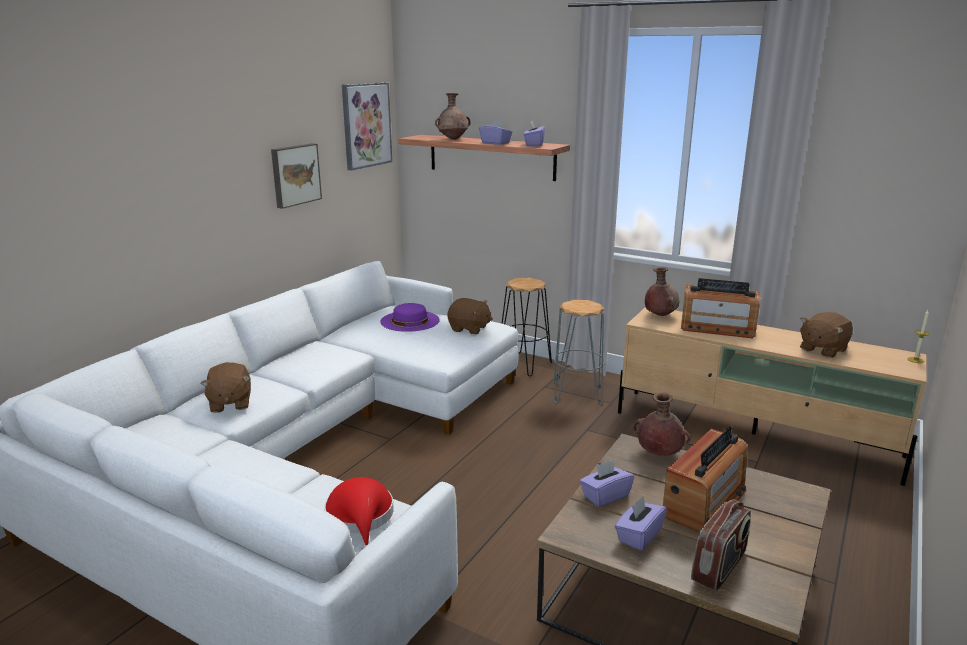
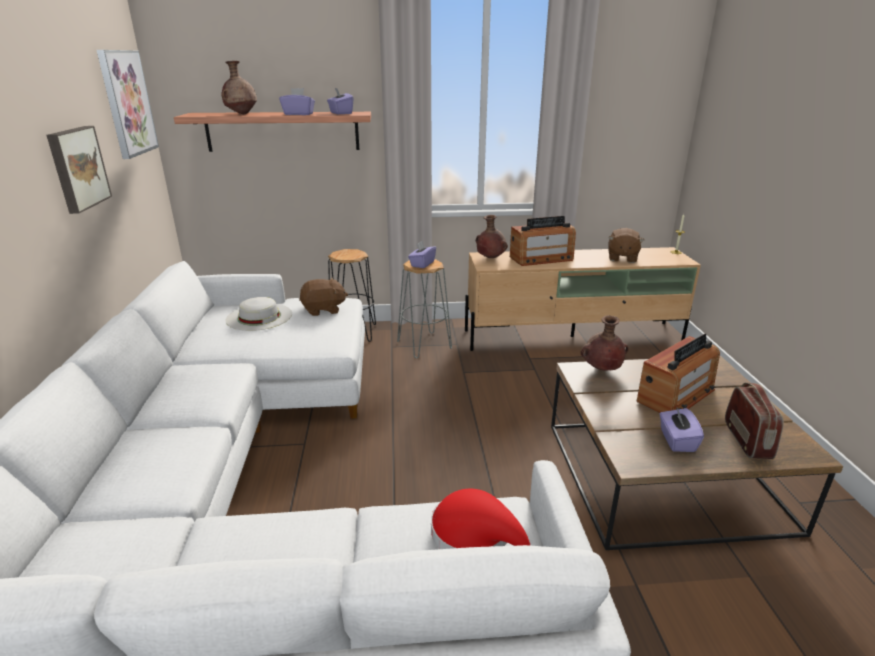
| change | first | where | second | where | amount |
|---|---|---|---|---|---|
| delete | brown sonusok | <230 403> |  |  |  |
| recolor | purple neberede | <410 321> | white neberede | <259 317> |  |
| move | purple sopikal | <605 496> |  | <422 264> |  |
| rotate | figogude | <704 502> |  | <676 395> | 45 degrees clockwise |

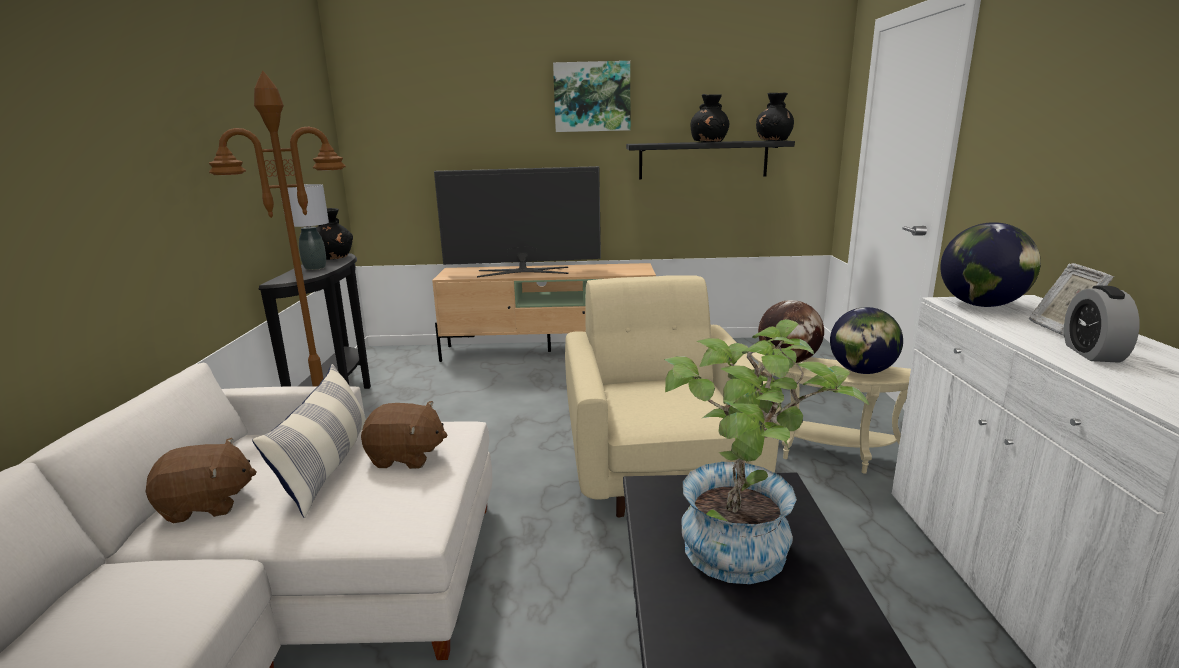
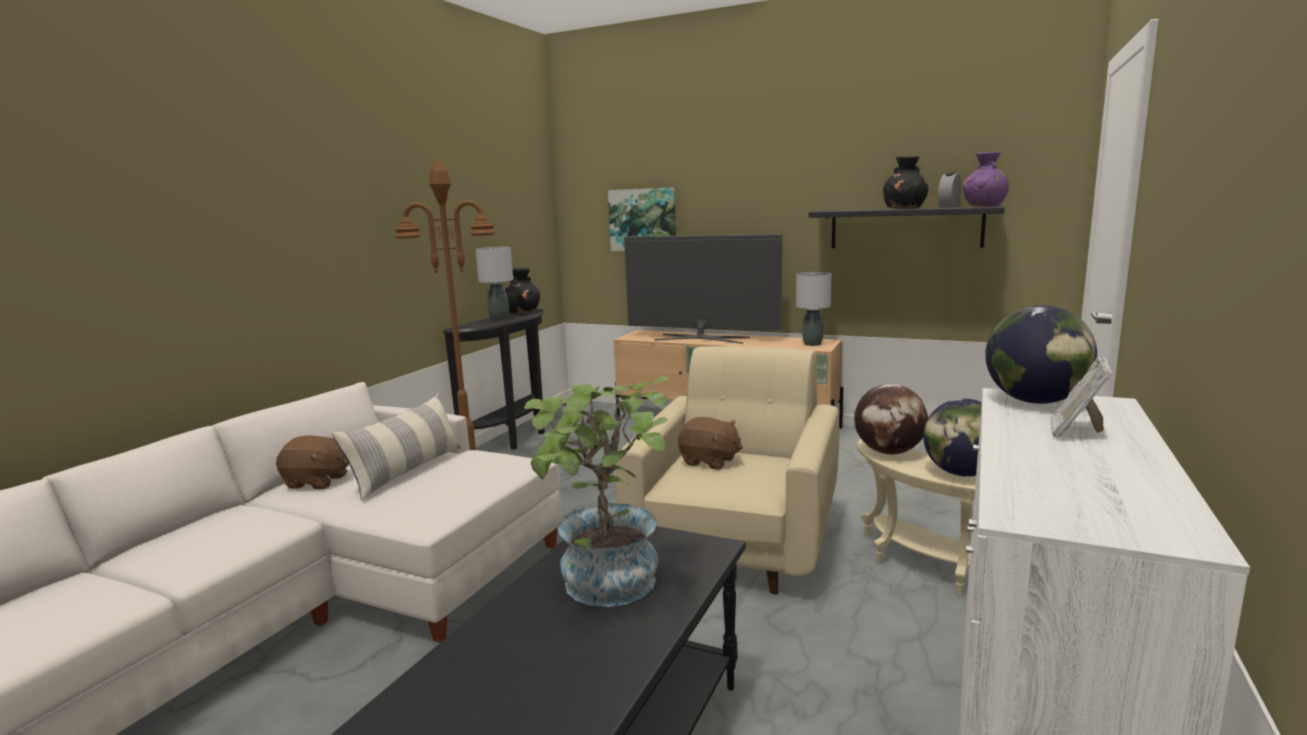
| change | first | where | second | where | amount |
|---|---|---|---|---|---|
| move | brown sonusok | <406 457> |  | <709 461> |  |
| move | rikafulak | <592 97> |  | <643 220> |  |
| recolor | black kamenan | <774 140> | purple kamenan | <984 206> |  |
| move | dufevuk | <1092 353> |  | <949 207> |  |
| insert |  |  | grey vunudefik | <812 344> |  |

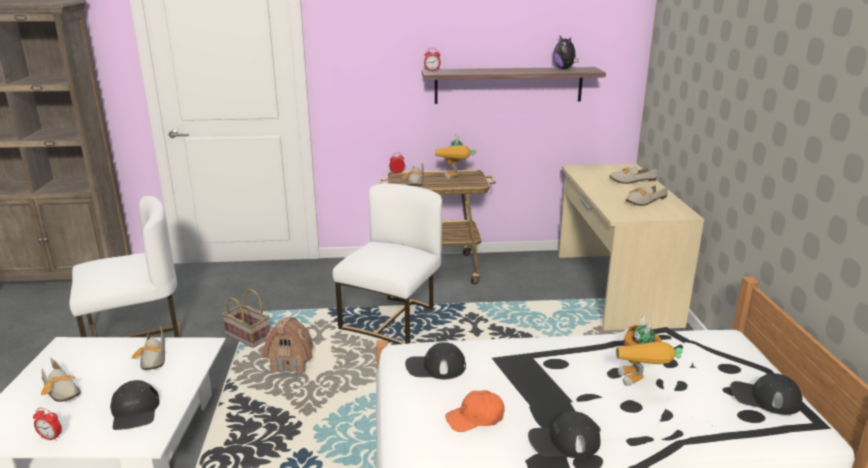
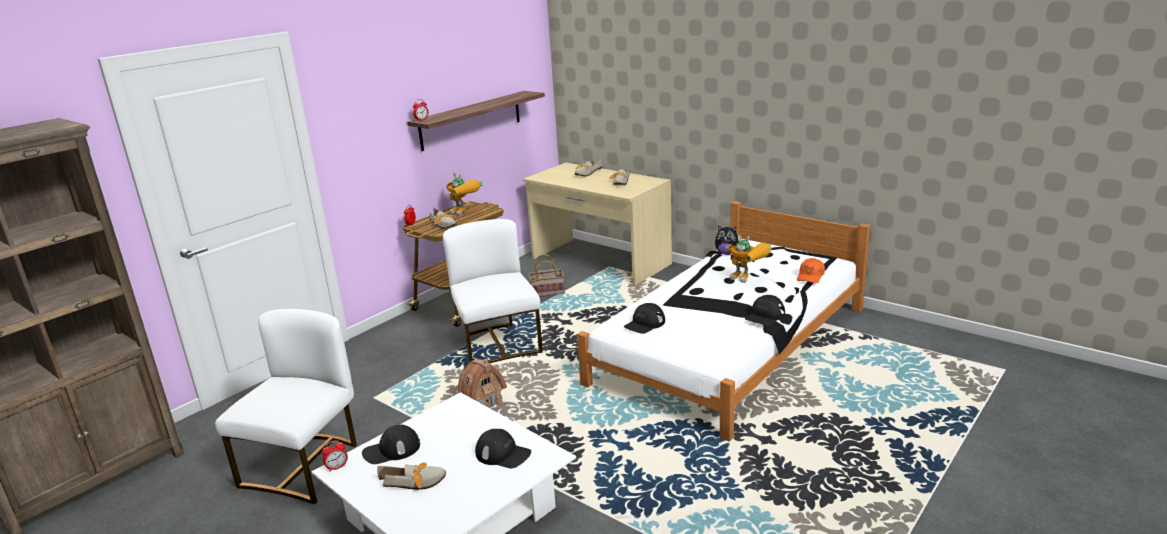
| change | first | where | second | where | amount |
|---|---|---|---|---|---|
| move | dufevuk | <51 437> |  | <337 467> |  |
| delete | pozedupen | <153 359> |  |  |  |
| move | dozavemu | <249 337> |  | <548 292> |  |
| move | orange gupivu | <475 418> |  | <810 276> |  |
| move | sonusok | <564 68> |  | <727 253> |  |
| move | black gupivu | <764 398> |  | <391 450> |  |

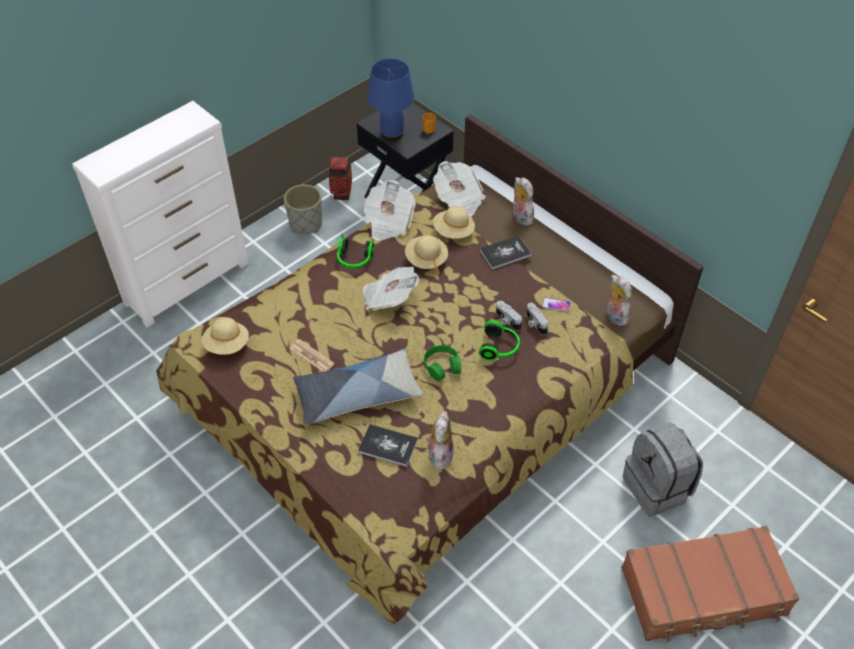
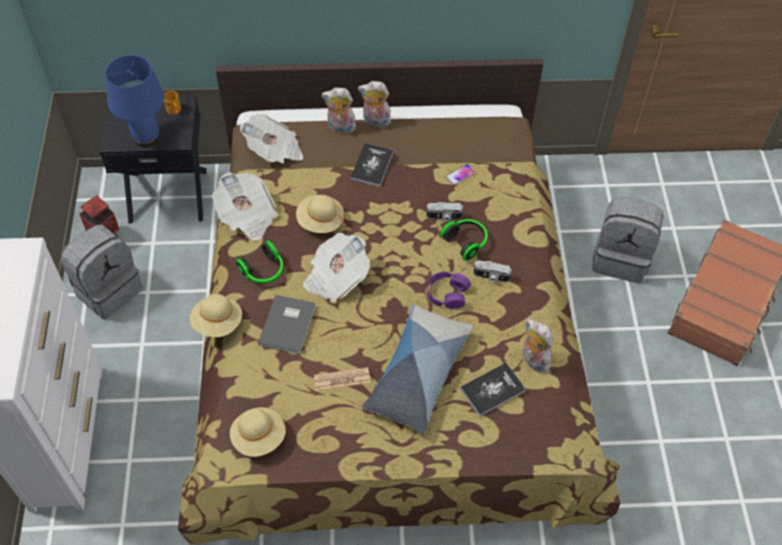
| change | first | where | second | where | amount |
|---|---|---|---|---|---|
| replace | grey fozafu | <306 224> | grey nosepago | <108 289> |  |
| recolor | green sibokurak | <442 366> | purple sibokurak | <447 293> |  |
| move | beige neberede | <453 231> |  | <217 323> |  |
| move | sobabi | <535 323> |  | <491 277> |  |
| move | sonusok | <614 315> |  | <375 121> |  |
| insert |  |  | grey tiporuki | <289 325> |  |

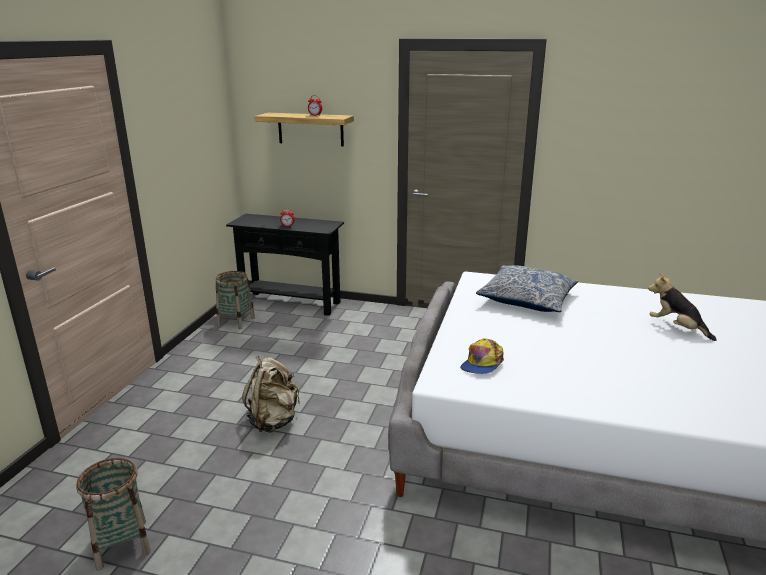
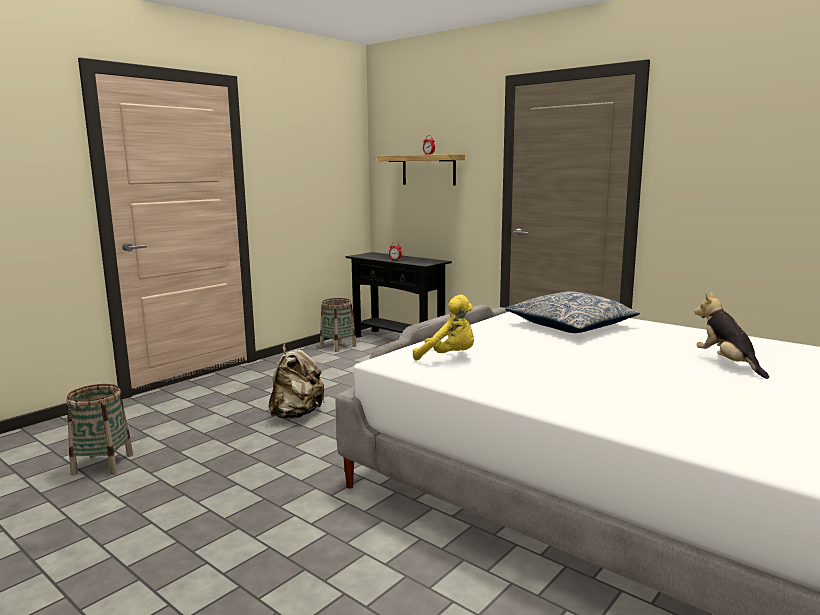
| change | first | where | second | where | amount |
|---|---|---|---|---|---|
| replace | gupivu | <482 363> | yellow sonusok | <449 357> |  |

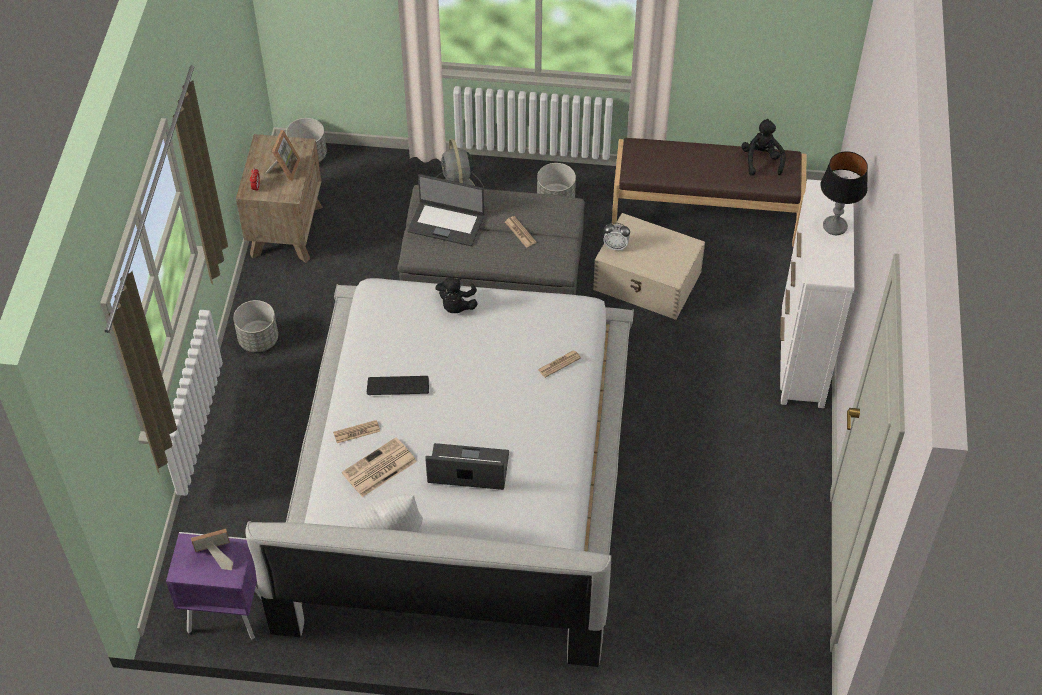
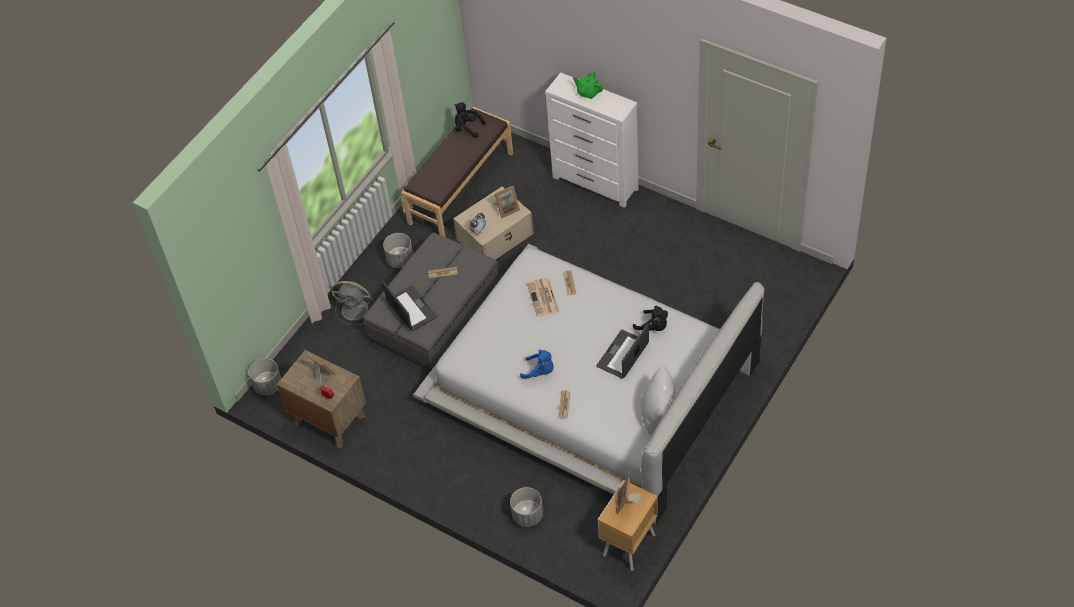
| change | first | where | second | where | amount |
|---|---|---|---|---|---|
| recolor | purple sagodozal | <224 613> | brown sagodozal | <627 546> |  |
| move | grey fozafu | <258 339> |  | <527 515> |  |
| move | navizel | <378 468> |  | <543 298> |  |
| replace | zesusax | <398 386> | blue sonusok | <540 371> |  |
| rotate | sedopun | <446 223> |  | <410 309> | 75 degrees counterclockwise |
| move | black sonusok | <456 306> |  | <653 327> |  |
| replace | vunudefik | <835 226> | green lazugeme | <588 92> |  |
| insert |  |  | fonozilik | <507 209> |  |

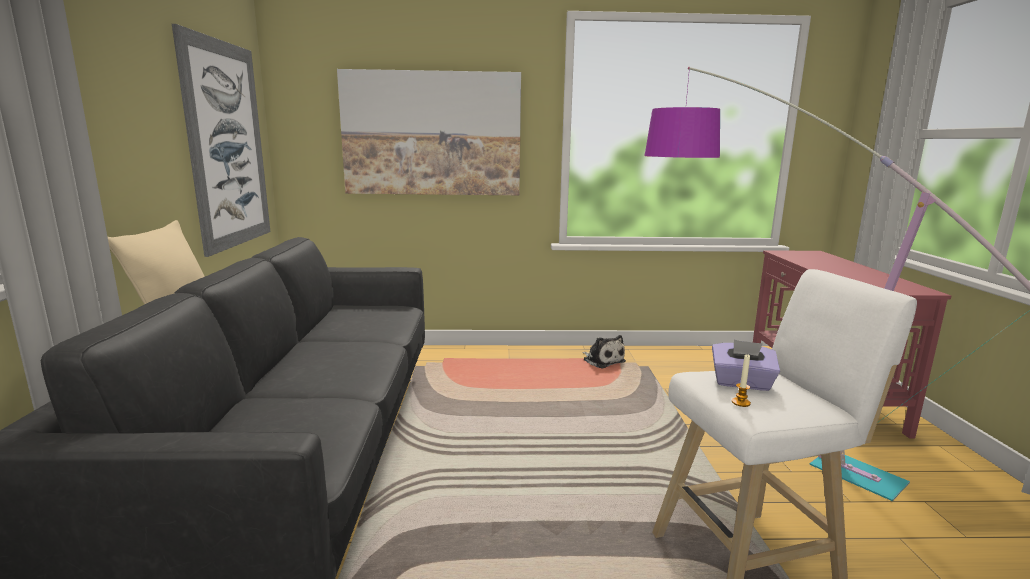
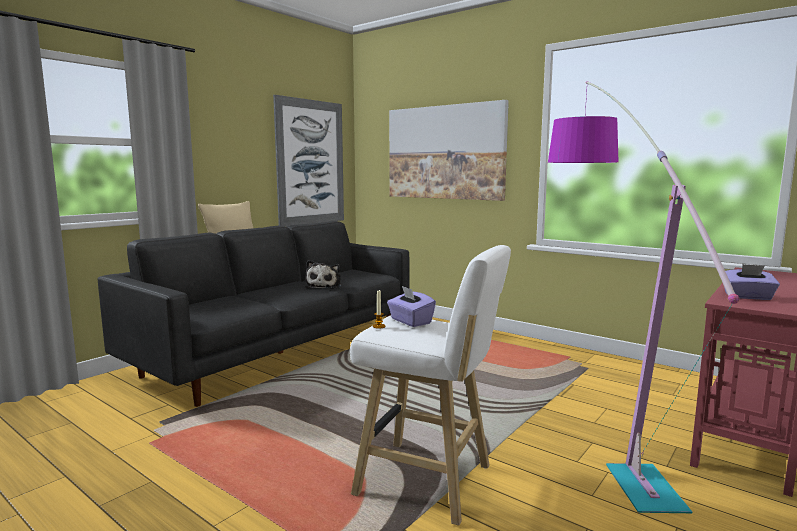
| change | first | where | second | where | amount |
|---|---|---|---|---|---|
| move | sonusok | <602 360> |  | <324 286> |  |
| insert |  |  | purple sopikal | <748 297> |  |

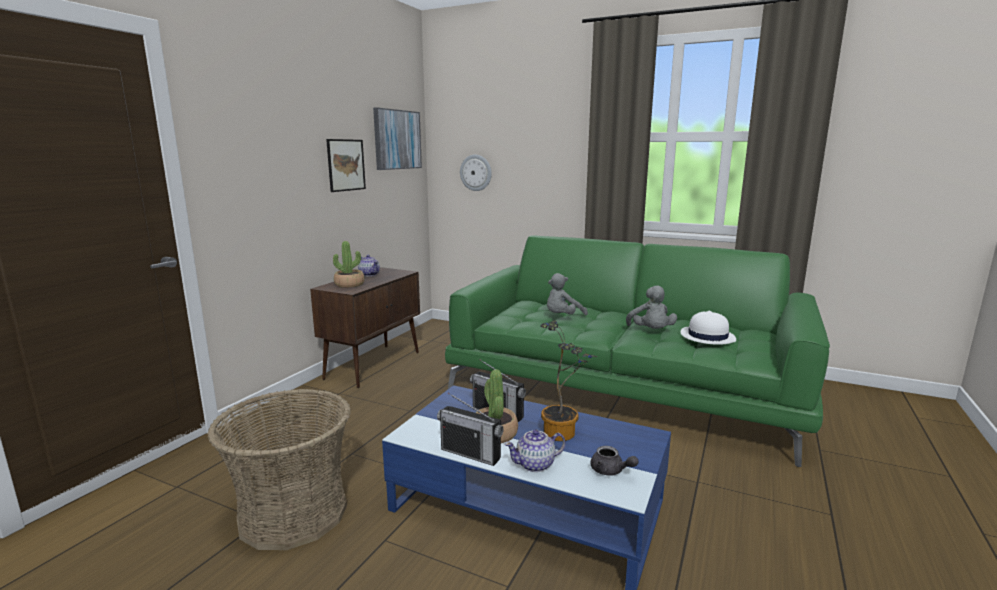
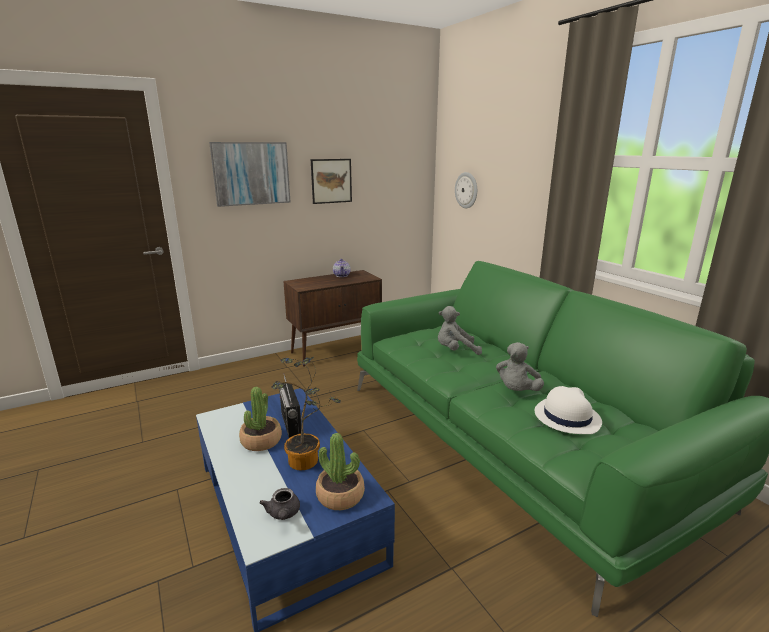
| change | first | where | second | where | amount |
|---|---|---|---|---|---|
| delete | dozavemu | <293 513> |  |  |  |
| move | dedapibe | <349 284> |  | <340 495> |  |
| move | rikafulak | <397 139> |  | <251 173> |  |
| delete | figogude | <470 454> |  |  |  |
| delete | lazugeme | <535 464> |  |  |  |

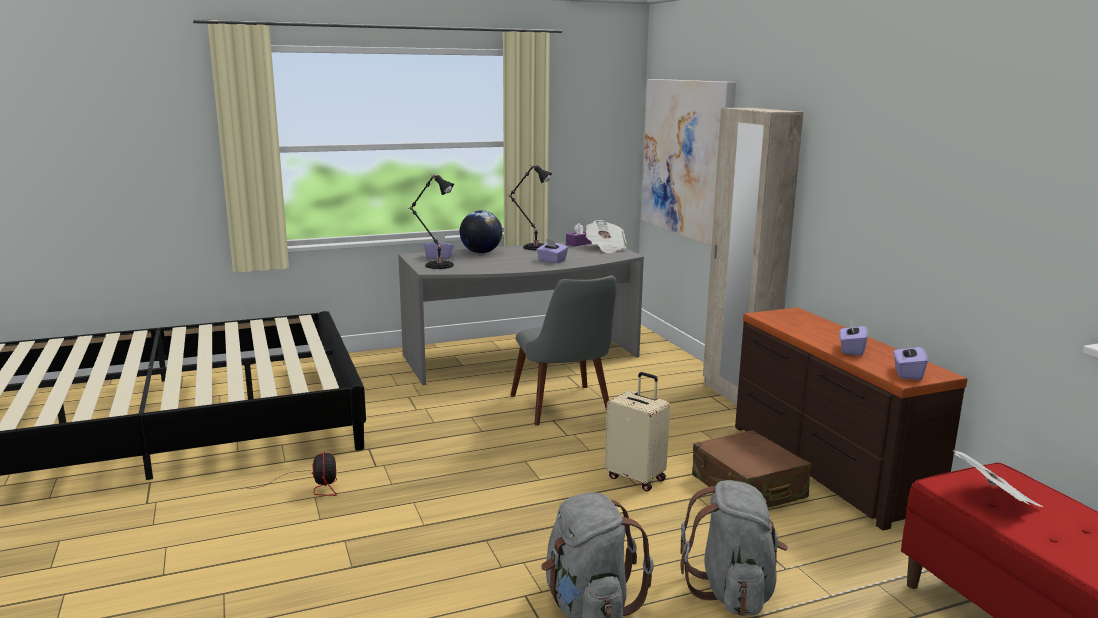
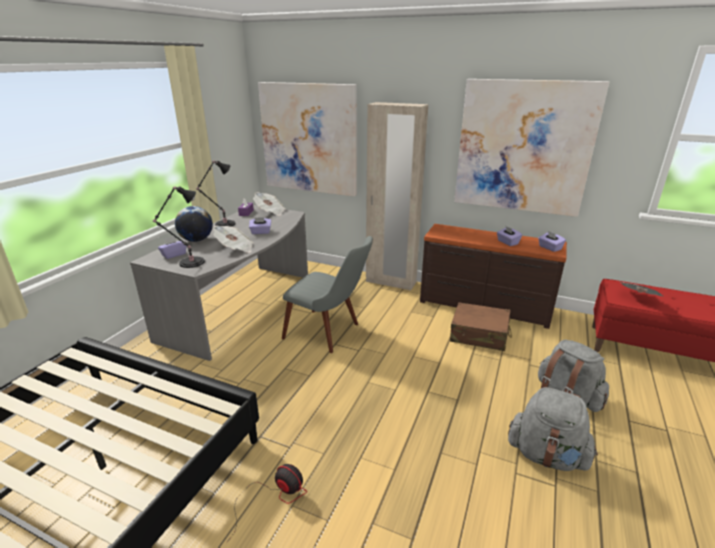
| change | first | where | second | where | amount |
|---|---|---|---|---|---|
| delete | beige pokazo | <636 478> |  |  |  |
| insert |  |  | navizel | <235 248> |  |
| insert |  |  | rikafulak | <523 147> |  |

